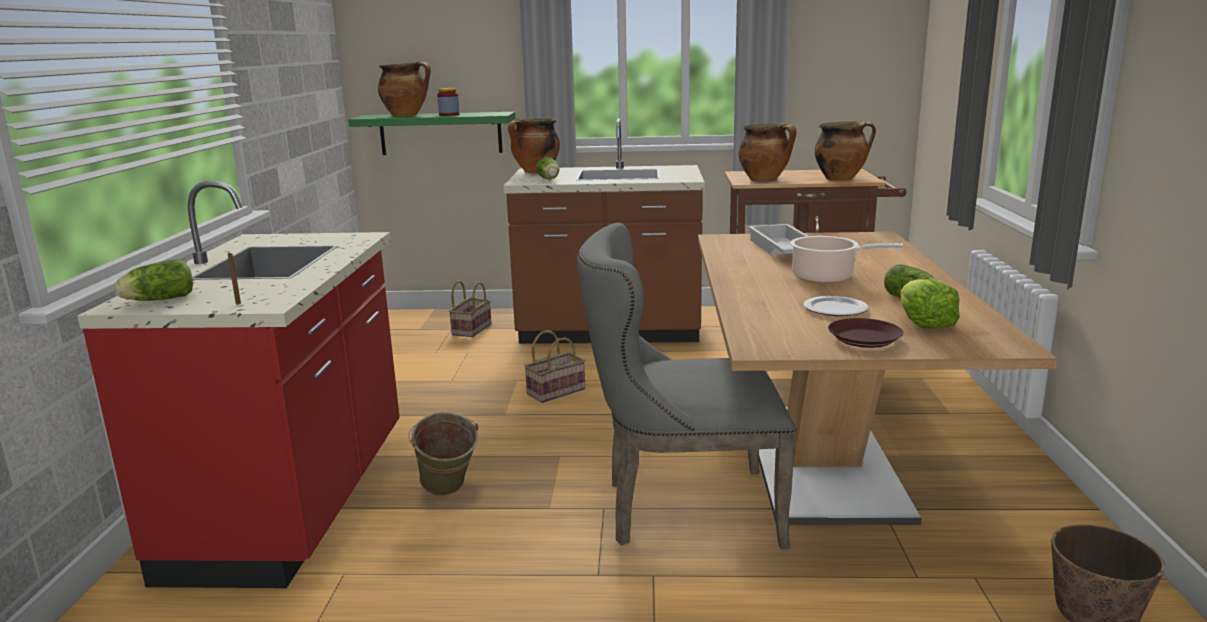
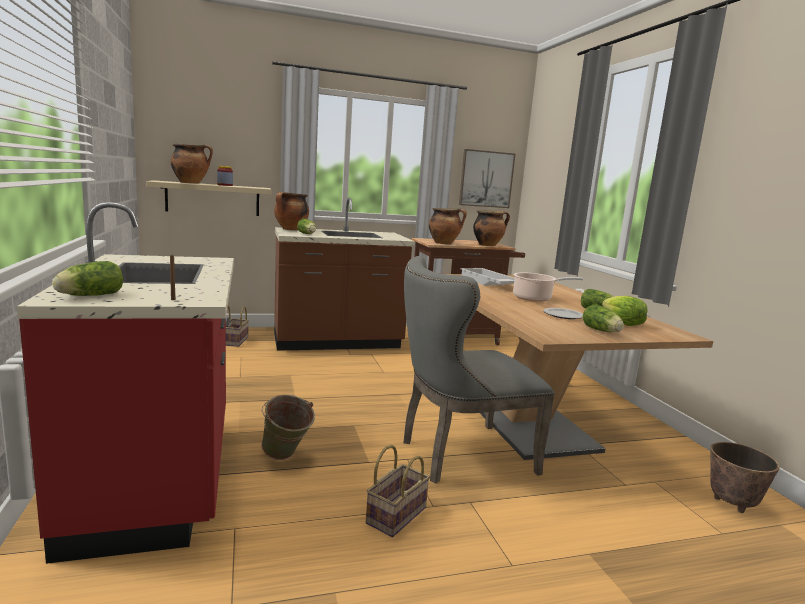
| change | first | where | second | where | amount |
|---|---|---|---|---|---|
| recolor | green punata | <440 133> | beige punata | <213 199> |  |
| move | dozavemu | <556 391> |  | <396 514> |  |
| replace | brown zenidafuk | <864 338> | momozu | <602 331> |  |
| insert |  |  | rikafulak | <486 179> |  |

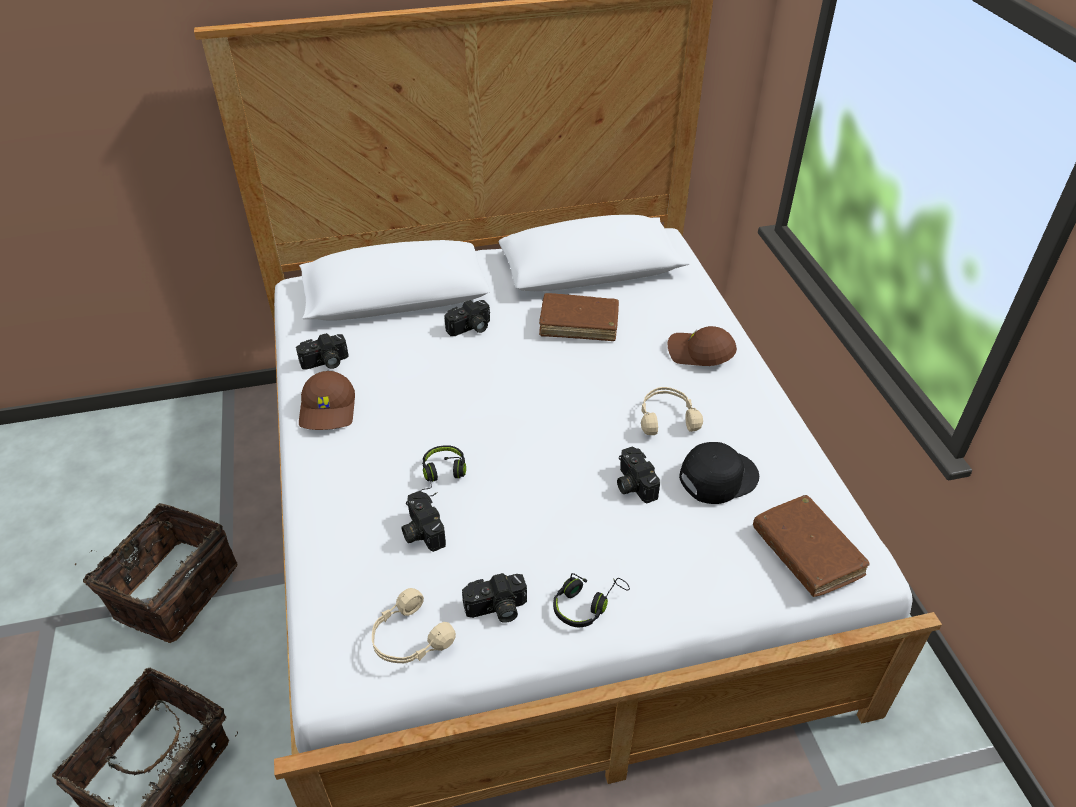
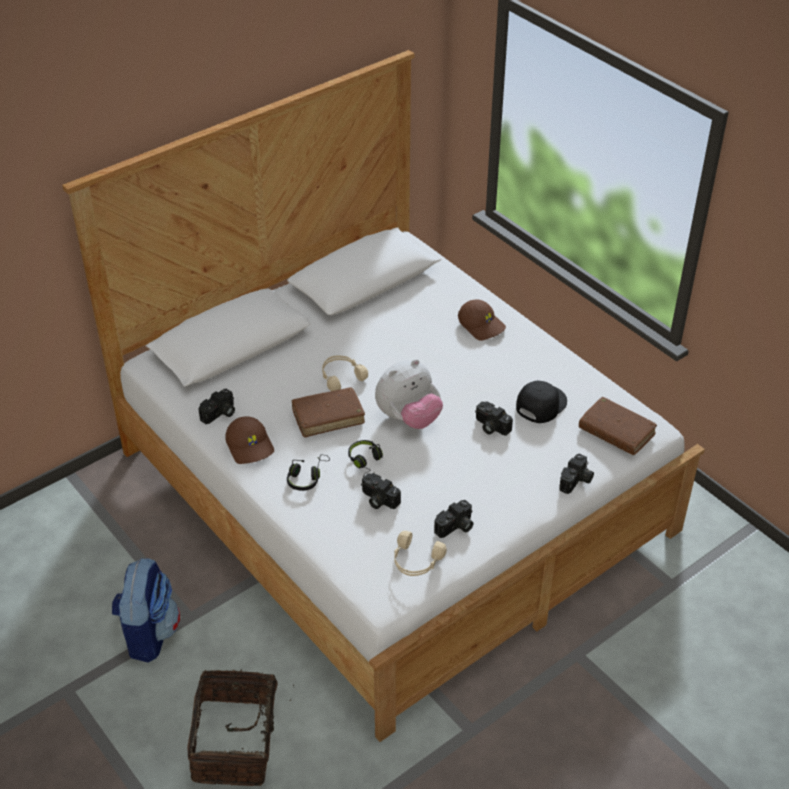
| change | first | where | second | where | amount |
|---|---|---|---|---|---|
| replace | dozavemu | <173 590> | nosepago | <148 633> |  |
| move | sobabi | <470 328> |  | <576 481> |  |
| move | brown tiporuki | <579 324> |  | <328 417> |  |
| move | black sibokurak | <586 604> |  | <307 477> |  |
| move | beige sibokurak | <666 417> |  | <341 377> |  |
| rotate | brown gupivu | <699 354> |  | <482 325> | 135 degrees counterclockwise |
| insert |  |  | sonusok | <408 418> |  |

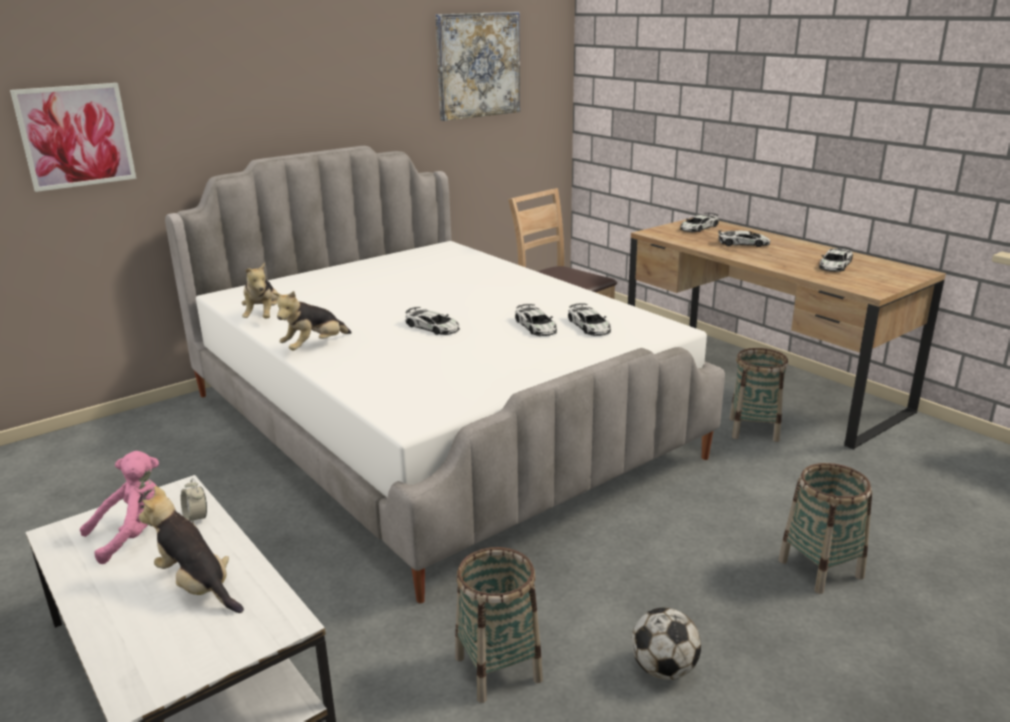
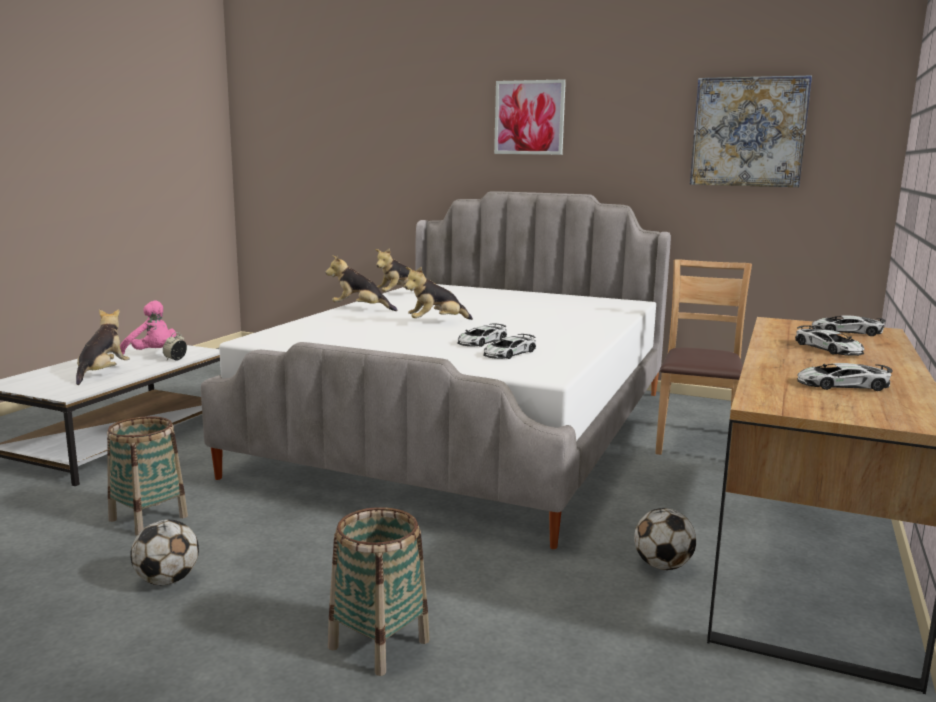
| change | first | where | second | where | amount |
|---|---|---|---|---|---|
| move | rikafulak | <75 136> |  | <529 117> |  |
| replace | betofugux | <433 327> | sonusok | <436 322> |  |
| replace | dozavemu | <753 429> | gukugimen | <662 566> |  |

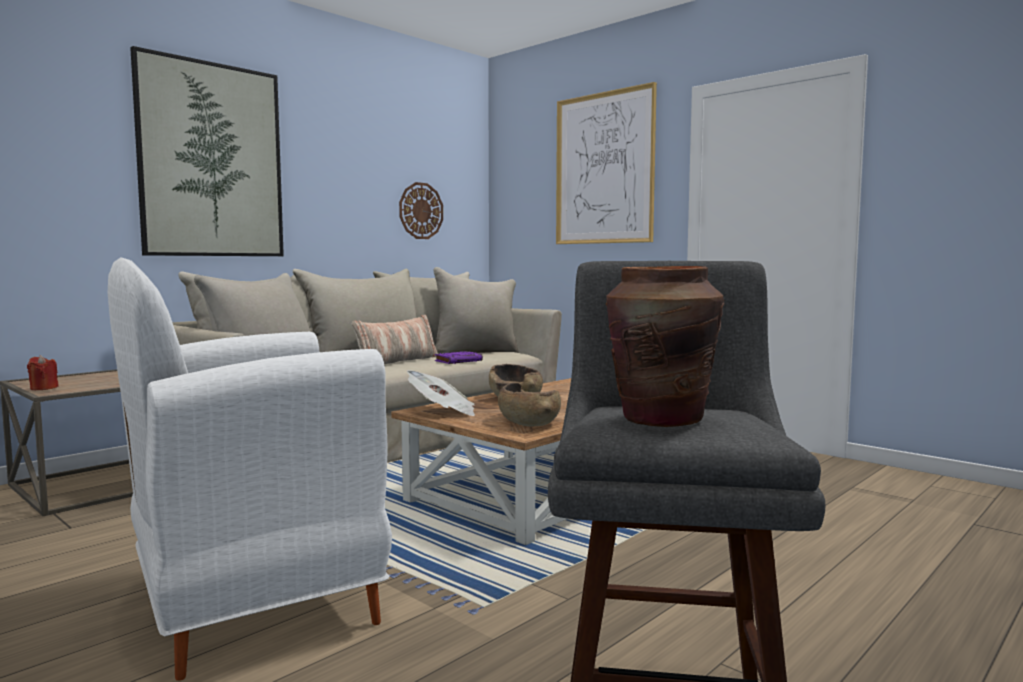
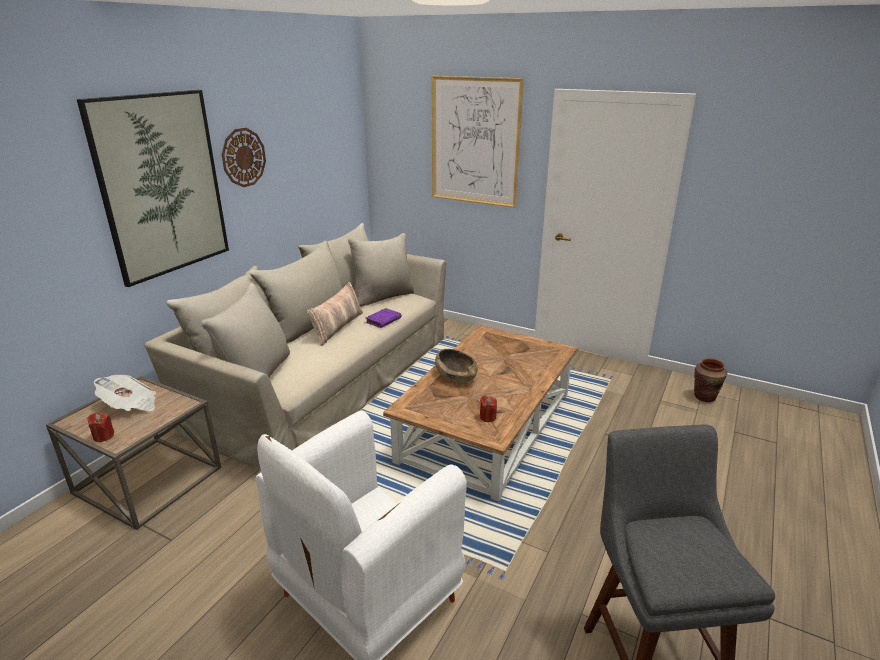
| change | first | where | second | where | amount |
|---|---|---|---|---|---|
| move | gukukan | <421 211> |  | <243 157> |  |
| move | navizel | <443 412> |  | <130 406> |  |
| replace | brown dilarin | <528 422> | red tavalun | <487 417> |  |
| move | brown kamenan | <661 419> |  | <704 397> |  |

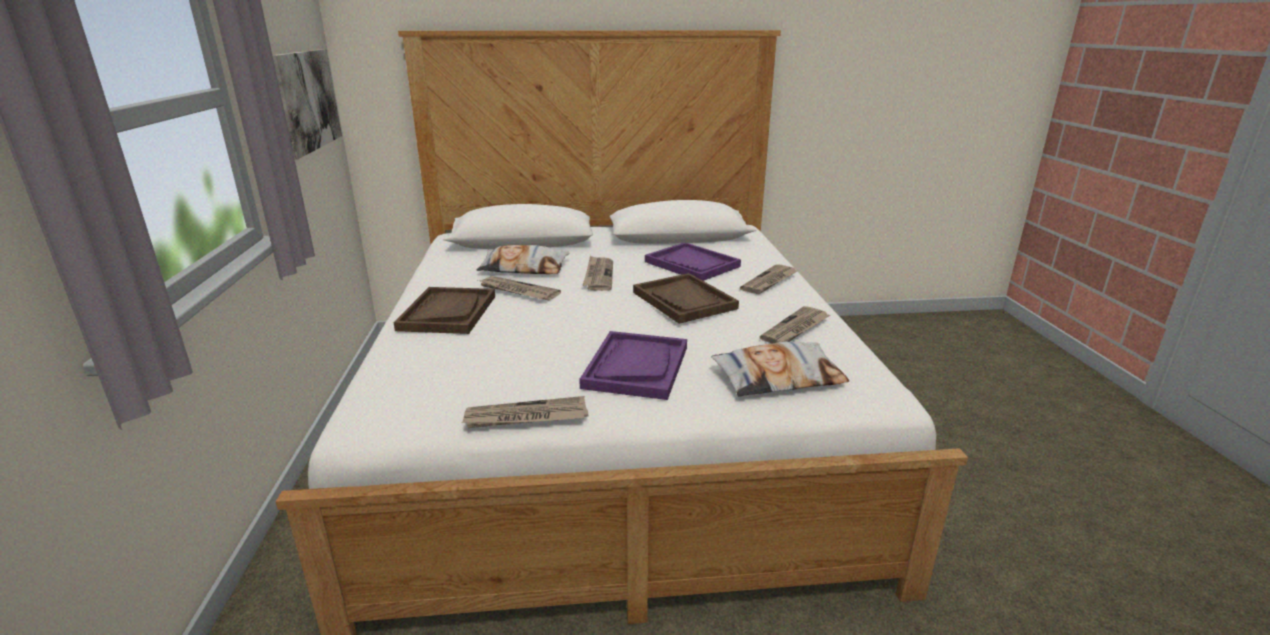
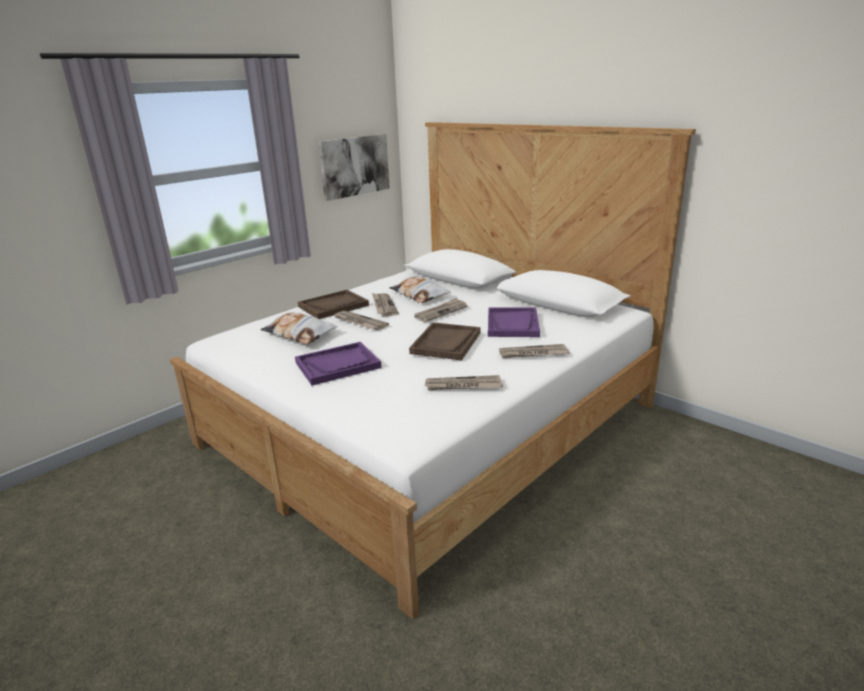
| change | first | where | second | where | amount |
|---|---|---|---|---|---|
| move | navizel | <526 417> |  | <359 322> |  |
| move | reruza | <778 377> |  | <299 333> |  |

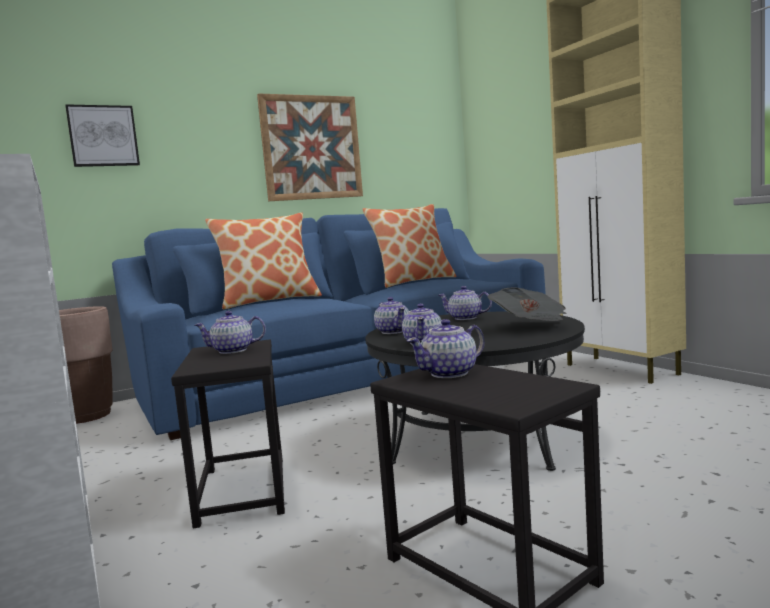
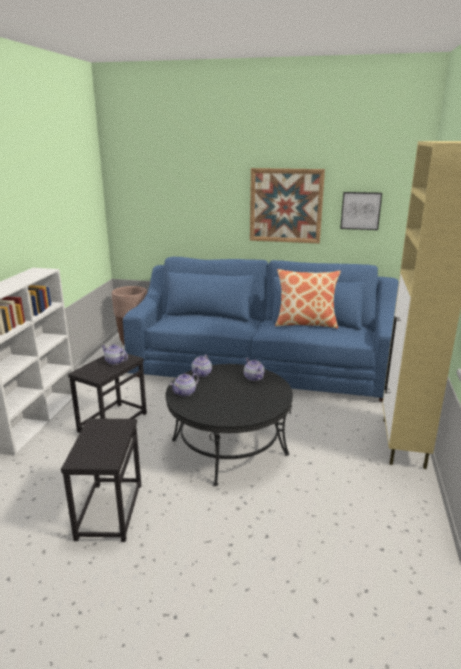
| change | first | where | second | where | amount |
|---|---|---|---|---|---|
| move | rikafulak | <103 136> |  | <360 210> |  |
| delete | reruza | <269 301> |  |  |  |
| delete | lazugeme | <450 373> |  |  |  |
| delete | navizel | <531 327> |  |  |  |

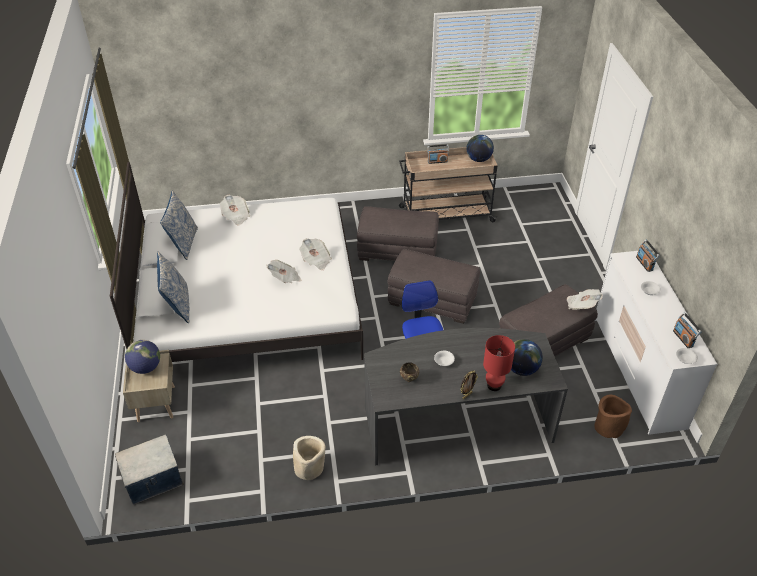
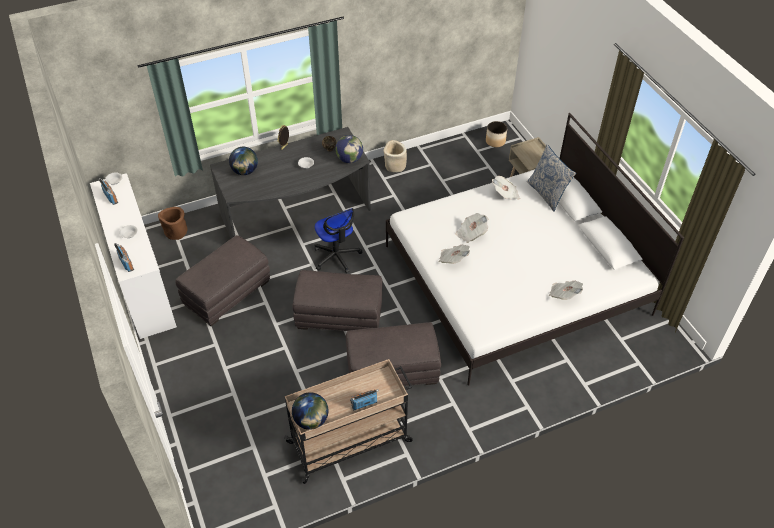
| change | first | where | second | where | amount |
|---|---|---|---|---|---|
| replace | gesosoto | <153 479> | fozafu | <495 141> |  |
| move | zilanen | <146 368> |  | <349 159> |  |
| delete | reruza | <183 243> |  |  |  |
| delete | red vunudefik | <494 385> |  |  |  |
| move | navizel | <581 305> |  | <505 194> |  |

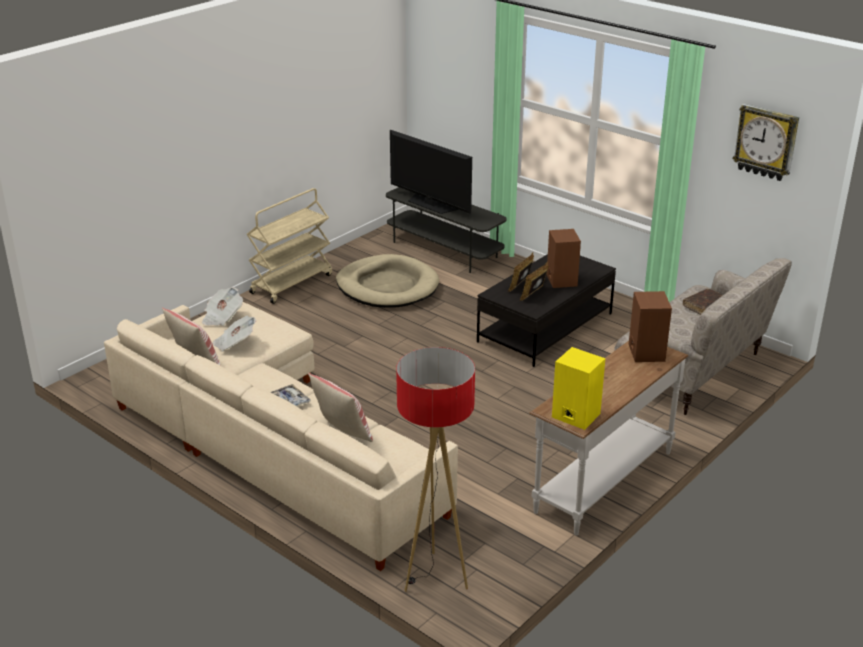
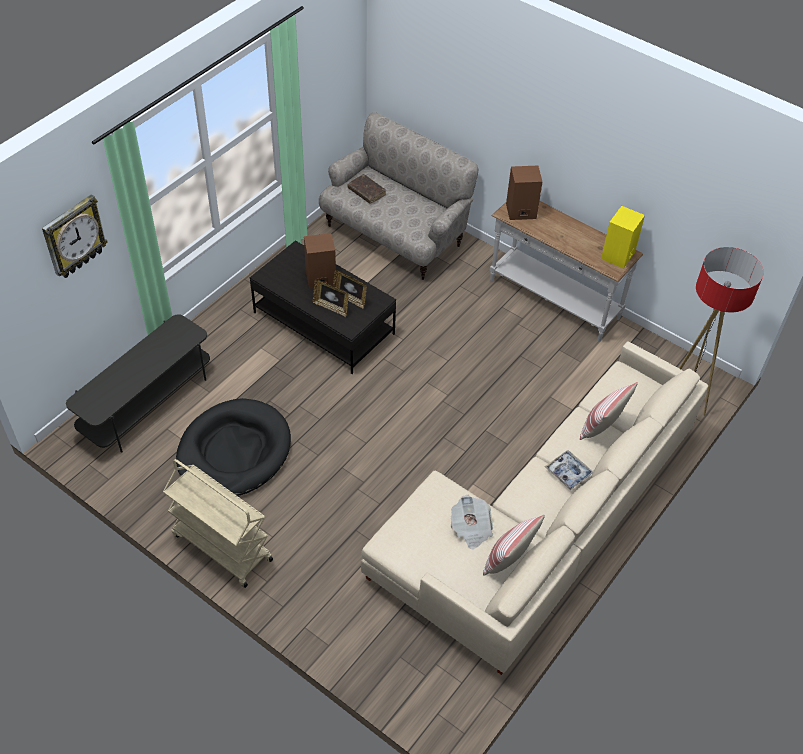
| change | first | where | second | where | amount |
|---|---|---|---|---|---|
| delete | navizel | <222 317> |  |  |  |
| recolor | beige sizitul | <387 286> | black sizitul | <234 452> |  |
| delete | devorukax | <431 204> |  |  |  |
| move | gukukan | <766 142> |  | <73 237> |  |

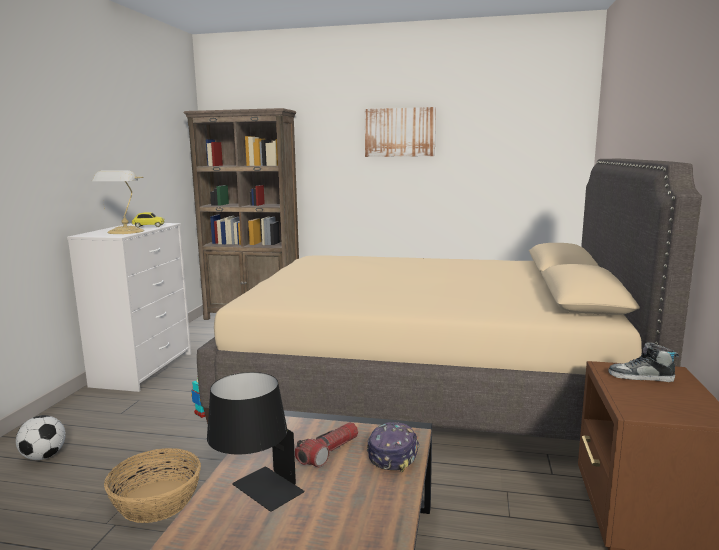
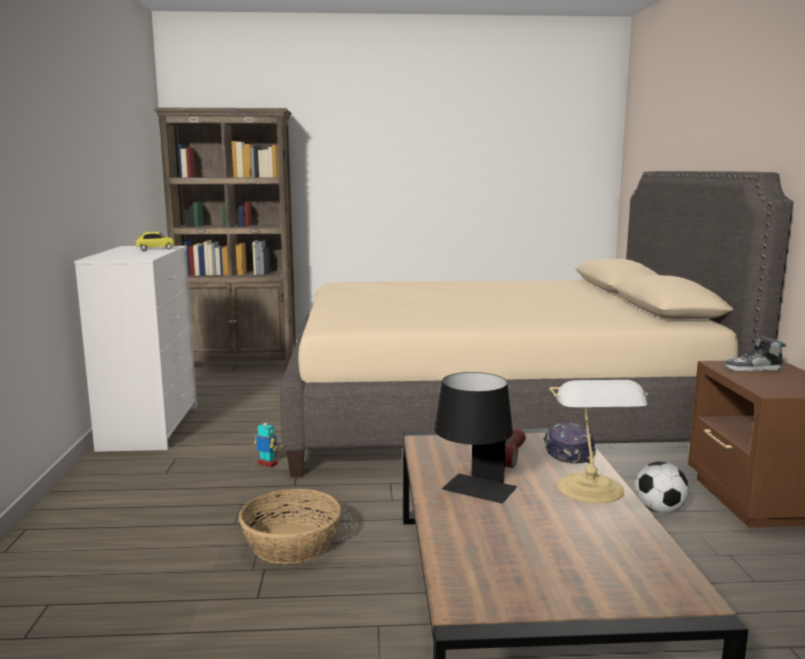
| change | first | where | second | where | amount |
|---|---|---|---|---|---|
| move | gukugimen | <44 456> |  | <659 510> |  |
| move | vunudefik | <124 232> |  | <591 490> |  |
| delete | rikafulak | <400 132> |  |  |  |

